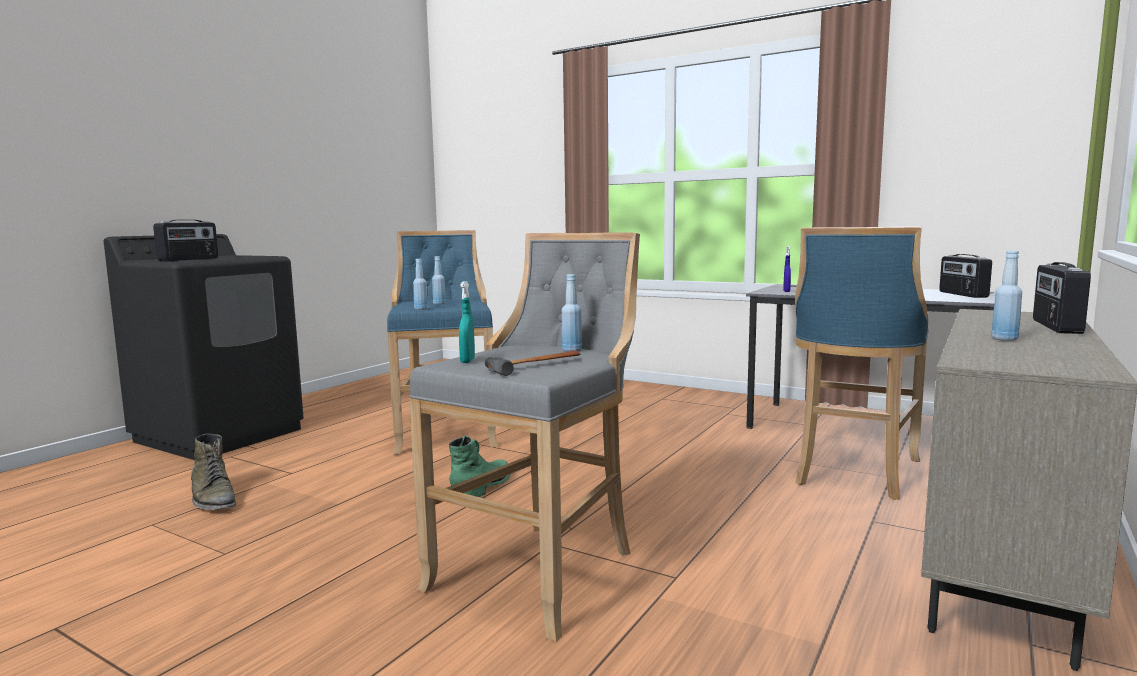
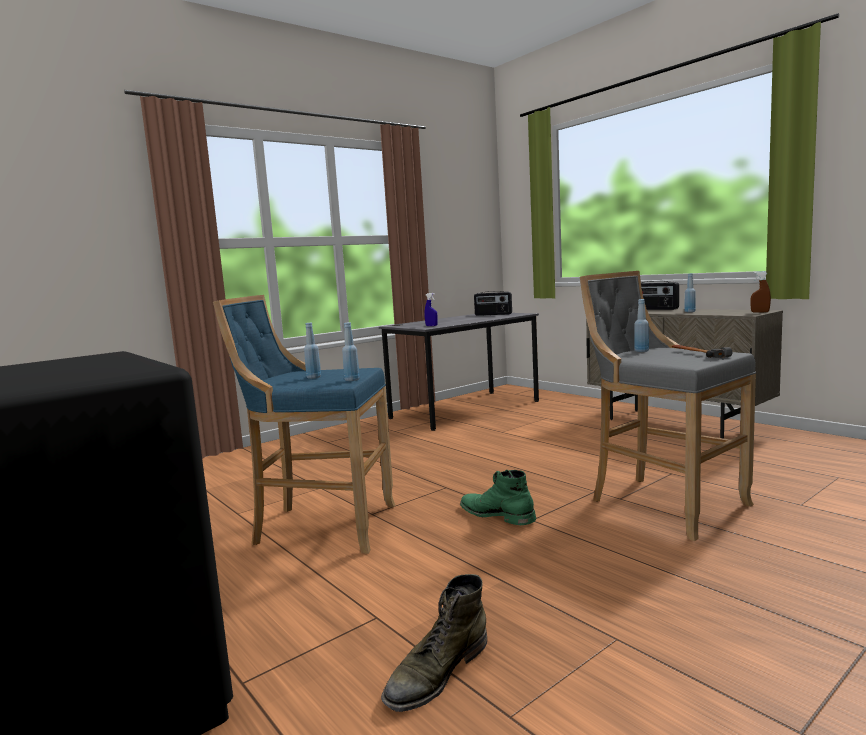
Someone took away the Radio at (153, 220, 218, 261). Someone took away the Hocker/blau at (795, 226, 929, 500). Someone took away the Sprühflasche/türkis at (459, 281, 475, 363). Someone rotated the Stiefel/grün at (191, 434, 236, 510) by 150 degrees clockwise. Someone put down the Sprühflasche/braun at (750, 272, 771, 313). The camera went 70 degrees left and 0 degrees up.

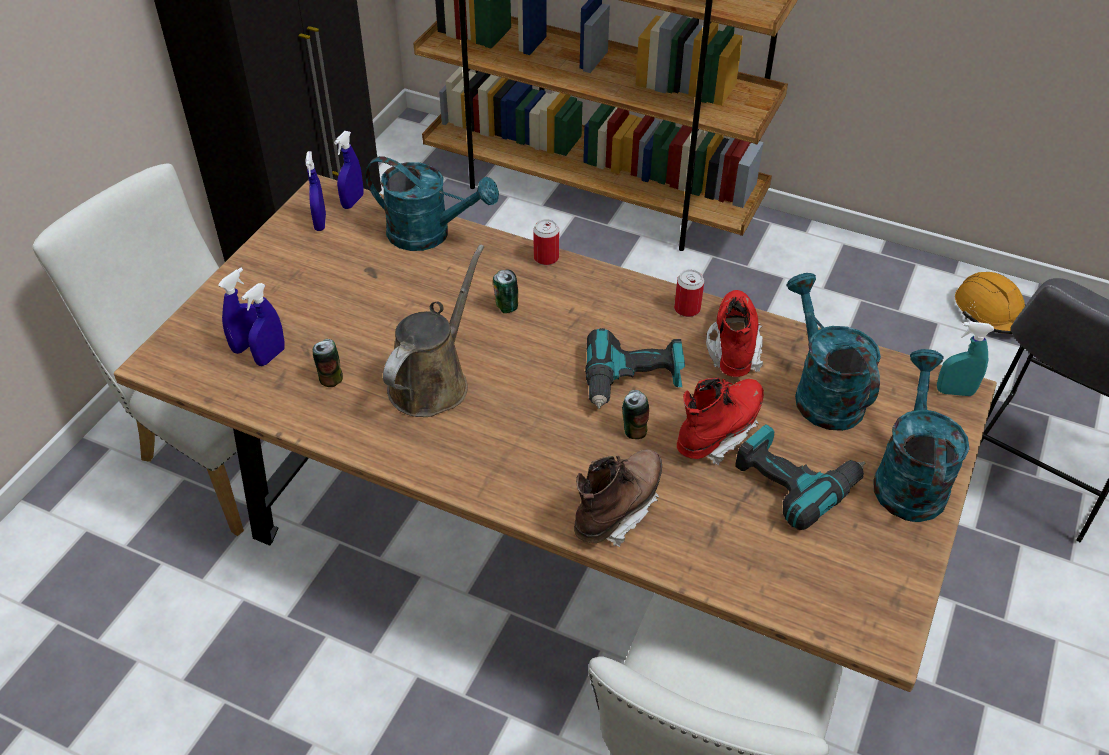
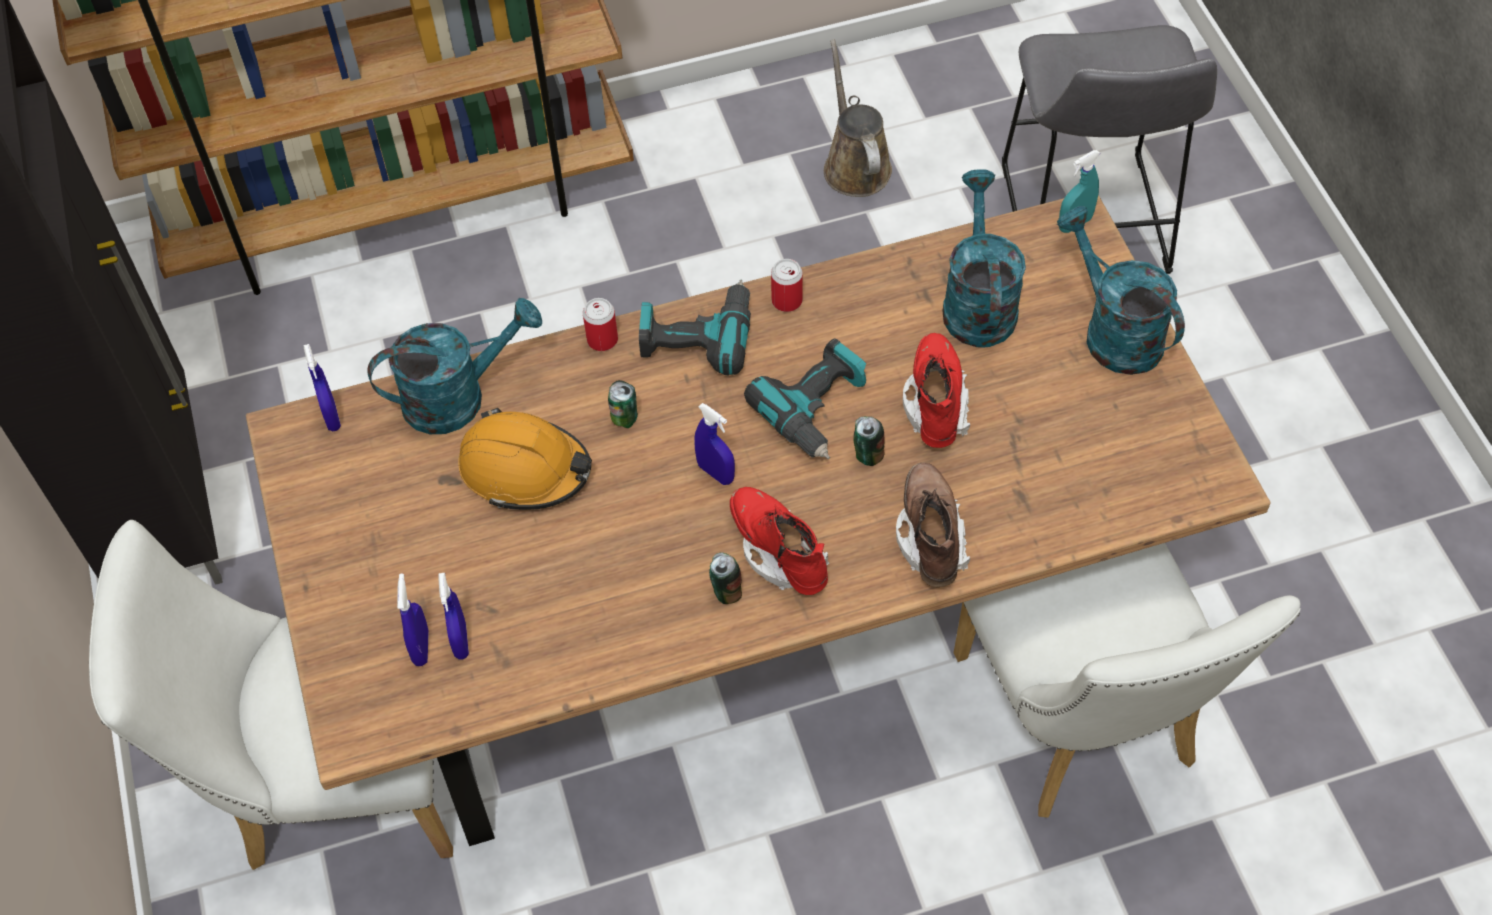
Someone carried the Sprühflasche/blau from (305, 151, 326, 231) to (695, 403, 735, 485). Someone carried the Gießkanne/braun from (383, 245, 484, 417) to (824, 39, 892, 197). Someone carried the Schutzhelm/orange from (955, 272, 1026, 334) to (459, 407, 592, 510). Someone rotated the Gießkanne/türkis at (786, 273, 881, 431) by 60 degrees clockwise. Someone carried the Stiefel/rot from (706, 290, 763, 377) to (730, 487, 829, 595). Someone carried the Dose from (313, 339, 343, 387) to (709, 552, 742, 604). Someone carried the Bohrmaschine from (735, 424, 865, 530) to (639, 280, 751, 375). The camera went 40 degrees left and 10 degrees up.

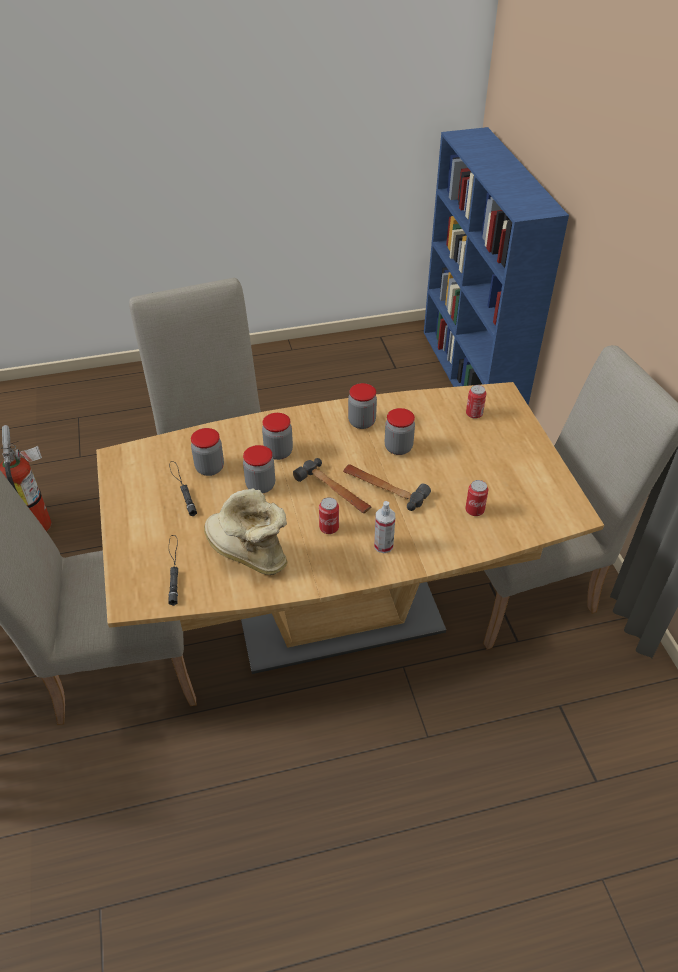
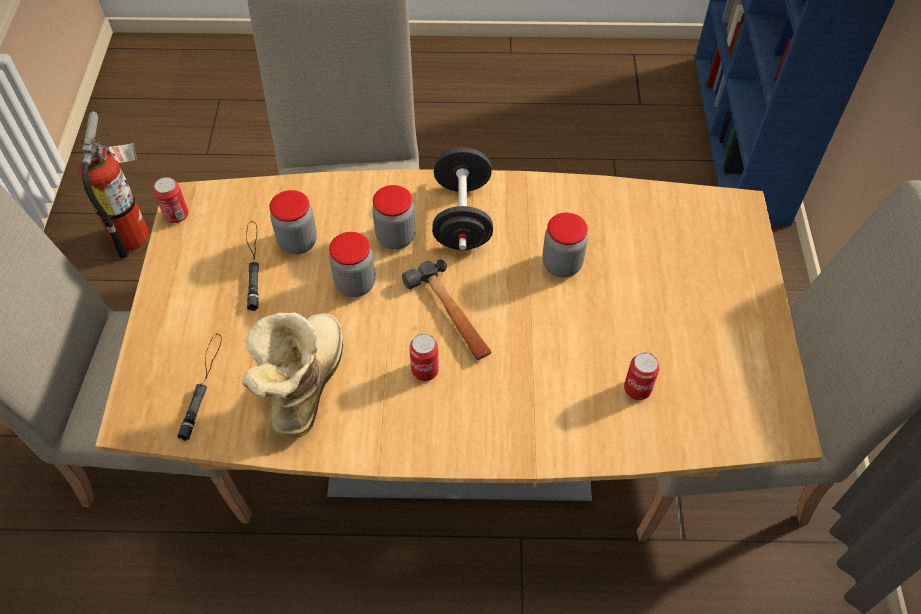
Someone took away the Vorratsglas at (348, 383, 377, 429). Someone carried the Dose from (466, 385, 486, 419) to (154, 177, 188, 223). Someone took away the Hammer at (343, 464, 431, 511). Someone rotated the Stiefel at (204, 489, 288, 575) by 45 degrees clockwise. Someone took away the Sprühflasche at (374, 501, 395, 553). Someone put down the Hantel/schwarz at (432, 148, 493, 250). The camera went 15 degrees right and 10 degrees up.

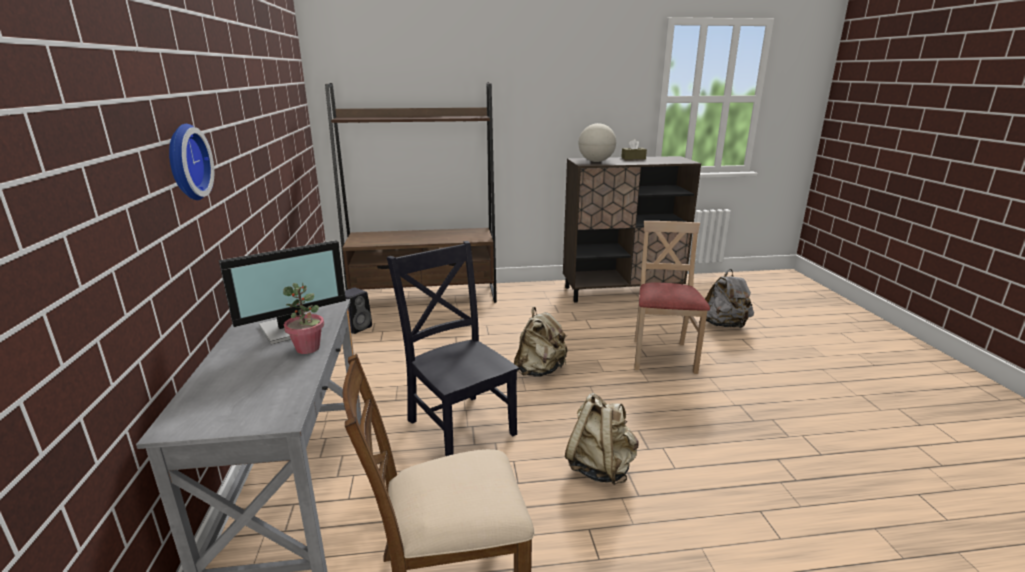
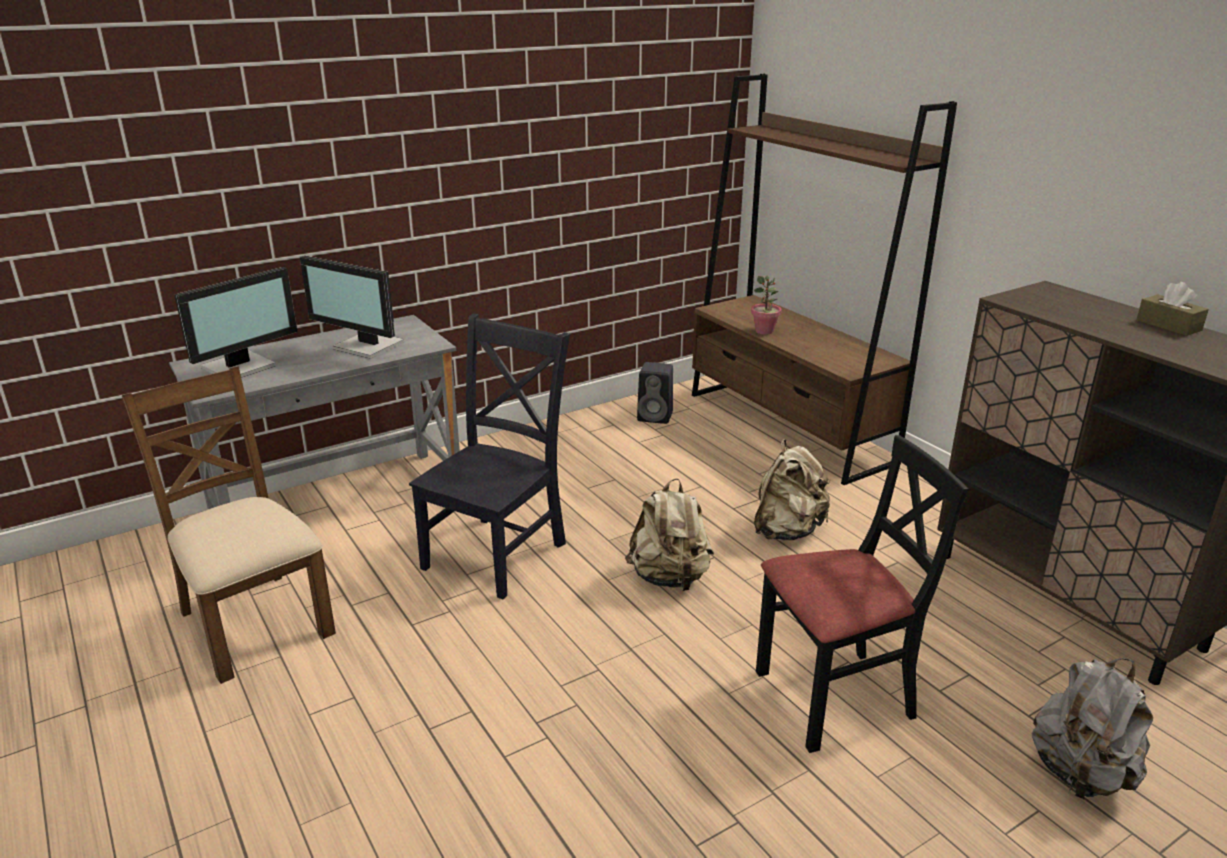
Someone took away the Globus at (579, 123, 616, 162). Someone took away the Wanduhr at (169, 124, 214, 200). Someone repainted the Stuhl/beige at (634, 221, 710, 374), which became the Stuhl/schwarz at (756, 435, 968, 753). Someone carried the Topfpflanze from (283, 282, 324, 354) to (751, 276, 782, 335). Someone carried the Rucksack/beige from (565, 393, 639, 485) to (754, 439, 831, 540). Someone put down the Monitor at (174, 267, 297, 378). The camera went 65 degrees right and 5 degrees up.

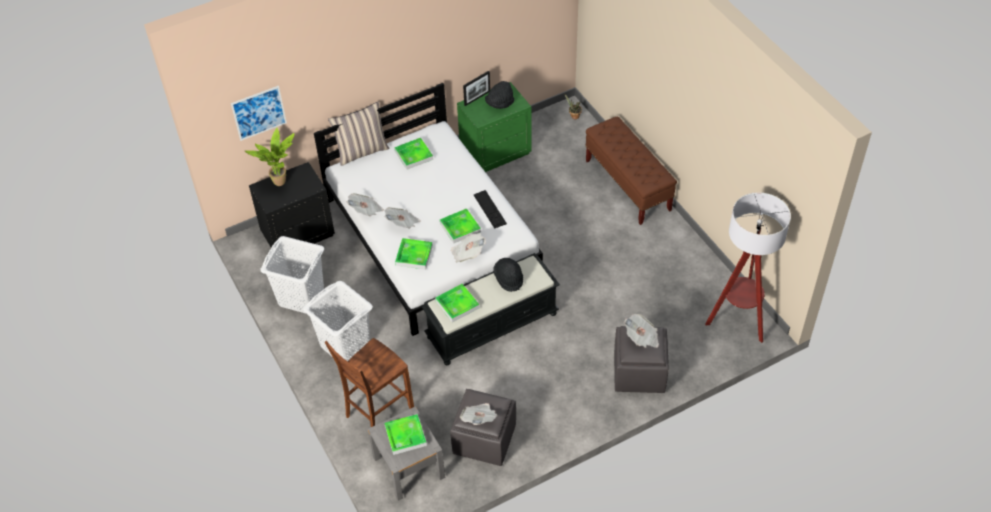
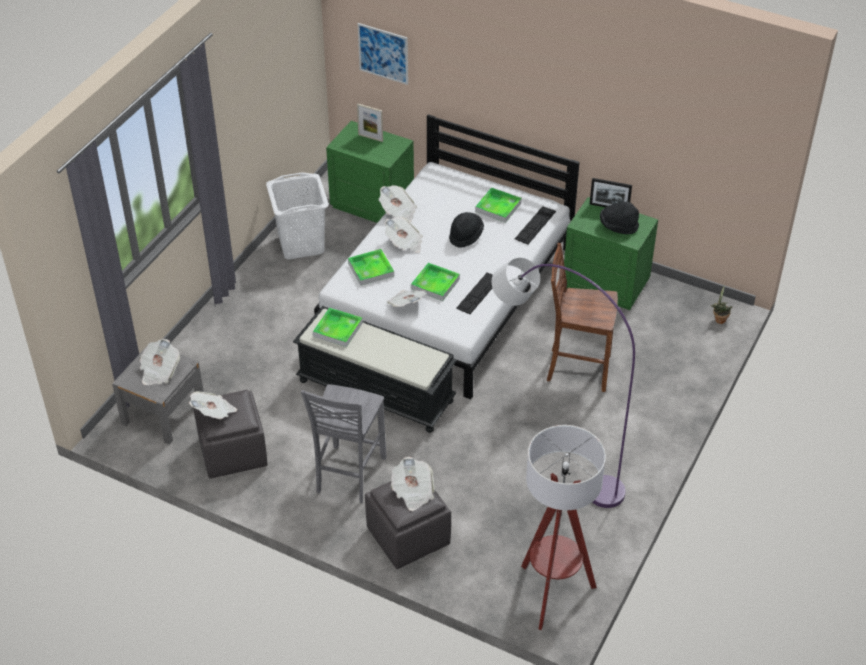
Someone took away the Kissen at (328, 102, 390, 166). Someone took away the Bank/braun at (585, 117, 677, 225). Someone swapped the Topfpflanze at (245, 128, 294, 186) for the Bilderrahmen at (357, 104, 383, 142). Someone repainted the Nachttisch/schwarz at (249, 162, 335, 248), which became the Nachttisch/grün at (326, 121, 414, 223). Someone carried the Hut/schwarz from (493, 258, 523, 292) to (449, 212, 484, 248). Someone took away the Wäschekorb/weiß at (303, 281, 373, 361). Someone carried the Stuhl/braun from (324, 338, 414, 427) to (547, 243, 618, 392). Someone swapped the Tablett at (384, 414, 427, 455) for the Zeitung at (140, 339, 180, 385). Someone put down the Tastatur at (515, 206, 556, 244). Someone put down the Stehlampe/lila at (492, 258, 635, 508). Someone put down the Stuhl/grau at (301, 384, 386, 503). The camera went 55 degrees right and 5 degrees down.

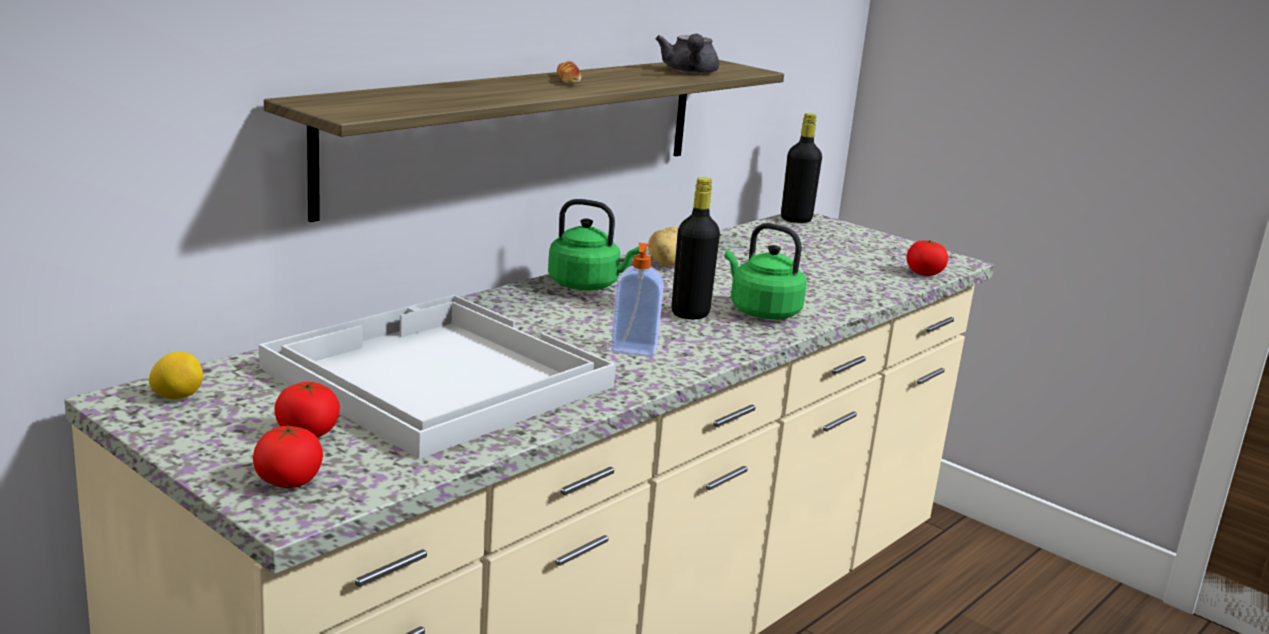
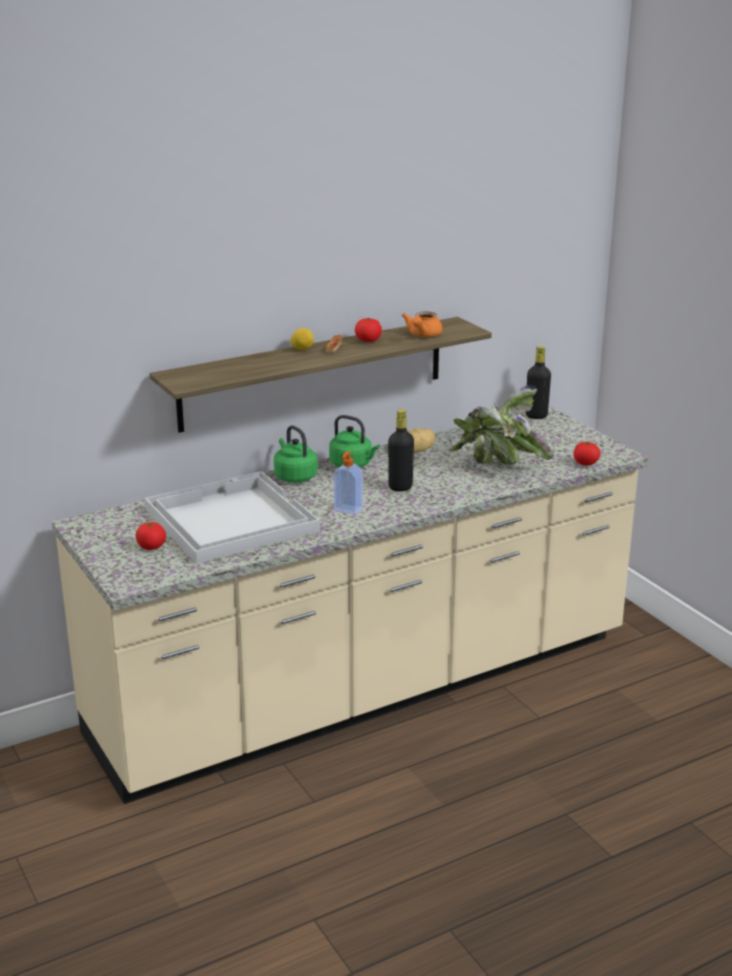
Someone repainted the Teekanne/grau at (655, 34, 719, 74), which became the Teekanne/orange at (402, 311, 443, 337). Someone carried the Wasserkessel/grün from (725, 223, 807, 319) to (274, 425, 318, 483). Someone carried the Zitrone from (149, 352, 203, 399) to (290, 328, 314, 350). Someone carried the Tomate from (253, 424, 323, 488) to (355, 318, 382, 342). Someone put down the Topfpflanze at (449, 385, 554, 465). The camera went 20 degrees right and 5 degrees up.

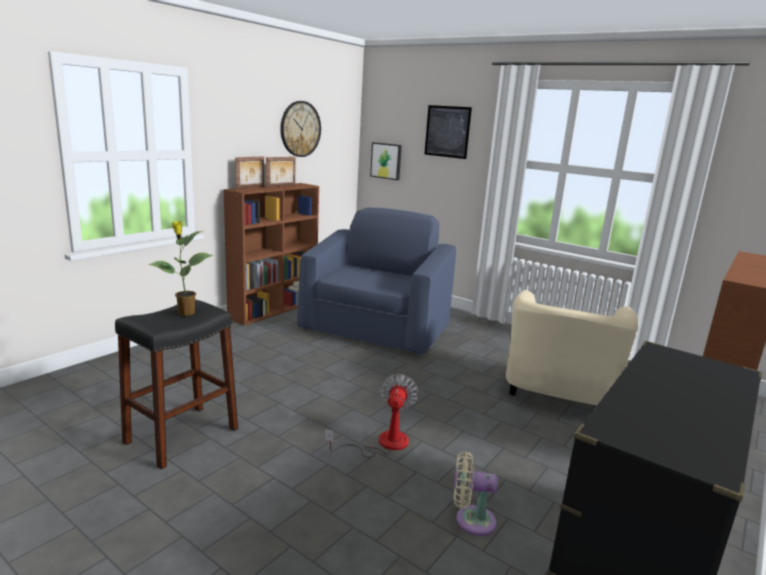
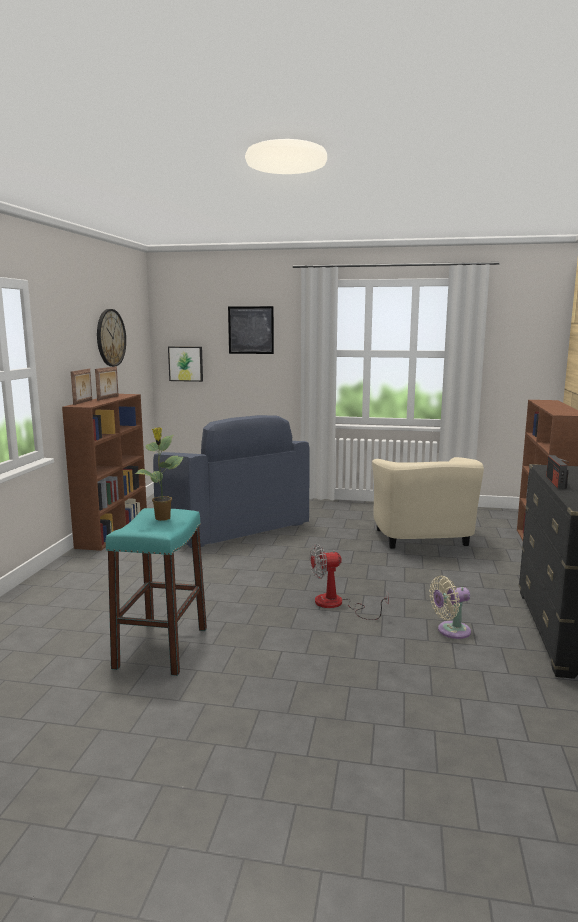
Someone rotated the Sessel/blau at (297, 207, 456, 354) by 150 degrees clockwise. Someone repainted the Hocker/schwarz at (115, 299, 238, 469), which became the Hocker/türkis at (106, 508, 207, 676). Someone rotated the Ventilator at (325, 374, 419, 458) by 90 degrees counterclockwise. Someone put down the Radio at (546, 455, 569, 489). The camera went 25 degrees left and 5 degrees down.

